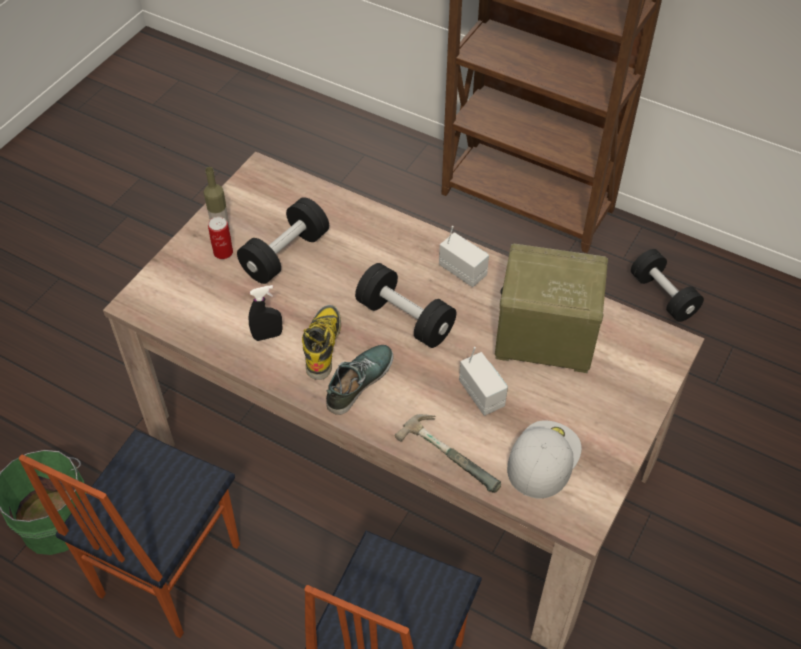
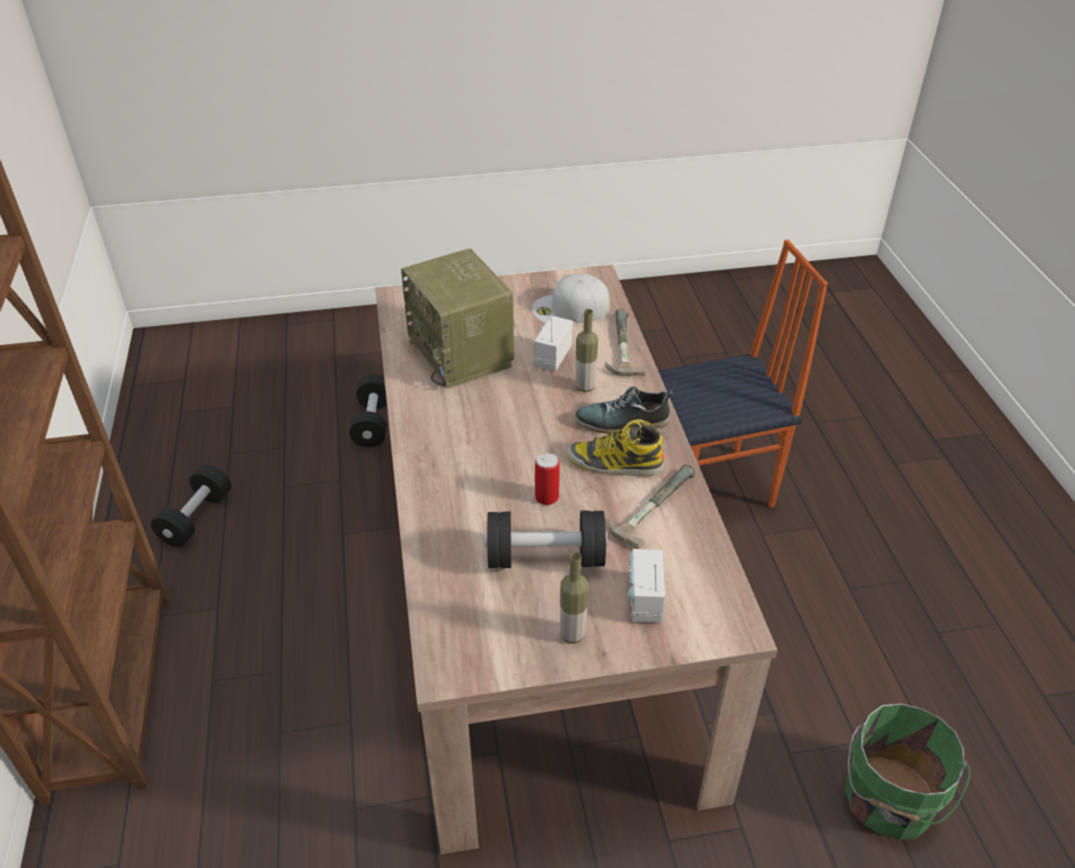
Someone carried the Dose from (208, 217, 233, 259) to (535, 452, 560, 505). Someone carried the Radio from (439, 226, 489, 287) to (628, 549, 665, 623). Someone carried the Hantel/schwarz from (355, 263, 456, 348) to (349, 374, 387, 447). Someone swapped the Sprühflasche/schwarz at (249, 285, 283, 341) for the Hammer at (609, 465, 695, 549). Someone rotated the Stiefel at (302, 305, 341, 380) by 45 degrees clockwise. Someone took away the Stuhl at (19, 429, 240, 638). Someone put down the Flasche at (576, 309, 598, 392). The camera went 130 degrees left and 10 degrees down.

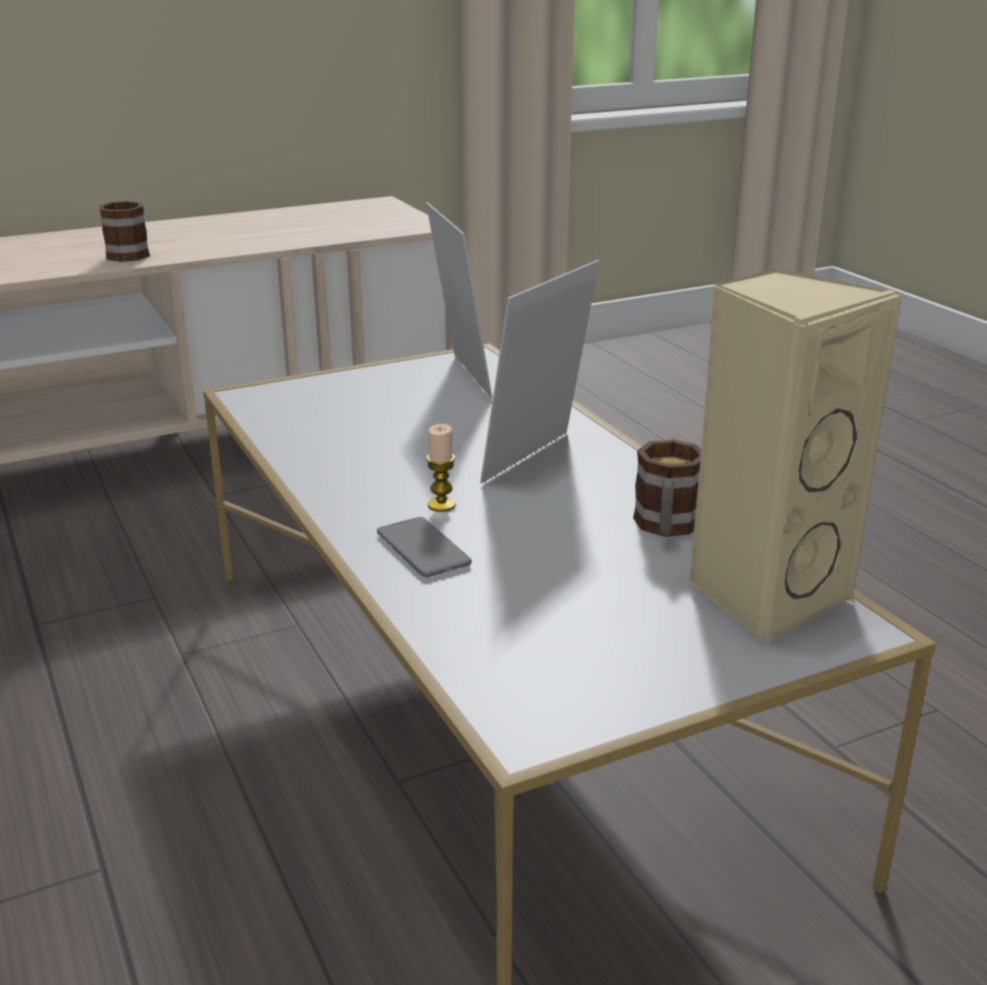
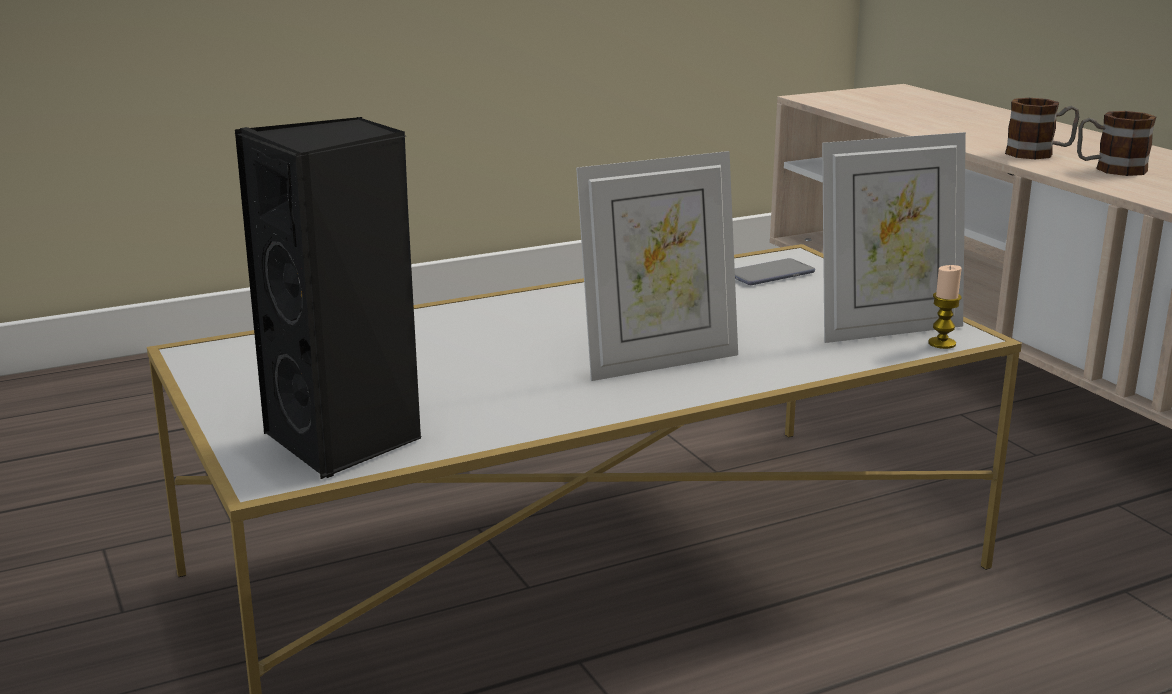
Someone rotated the Bilderrahmen at (480, 260, 599, 483) by 120 degrees clockwise. Someone repainted the Lautsprecher/beige at (688, 267, 902, 645), which became the Lautsprecher/schwarz at (235, 117, 422, 479). Someone carried the Kerze from (426, 424, 456, 512) to (928, 265, 962, 349). Someone carried the Henkelbecher from (633, 439, 701, 537) to (1077, 111, 1156, 176). Someone carried the Handy from (377, 517, 472, 577) to (735, 258, 815, 285). The camera went 90 degrees right and 5 degrees down.

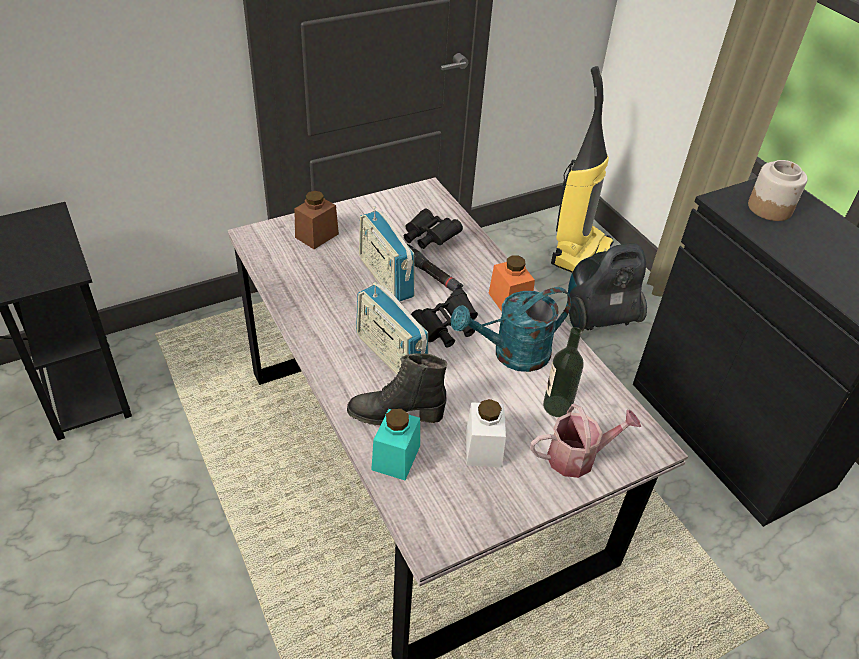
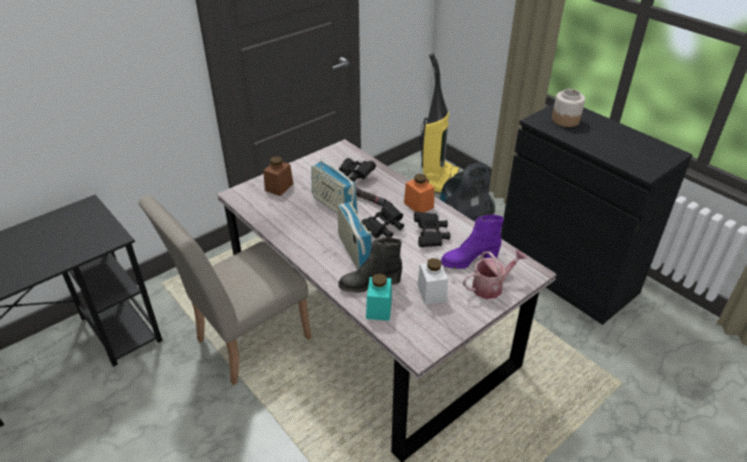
Someone rotated the Radio at (356, 282, 428, 375) by 150 degrees counterclockwise. Someone swapped the Gießkanne/türkis at (451, 287, 572, 372) for the Fernglas/schwarz at (414, 212, 450, 247). Someone swapped the Flasche at (543, 327, 584, 417) for the Stiefel/lila at (441, 214, 504, 269). Someone put down the Stuhl/beige at (138, 195, 312, 385). The camera went 10 degrees left and 5 degrees down.

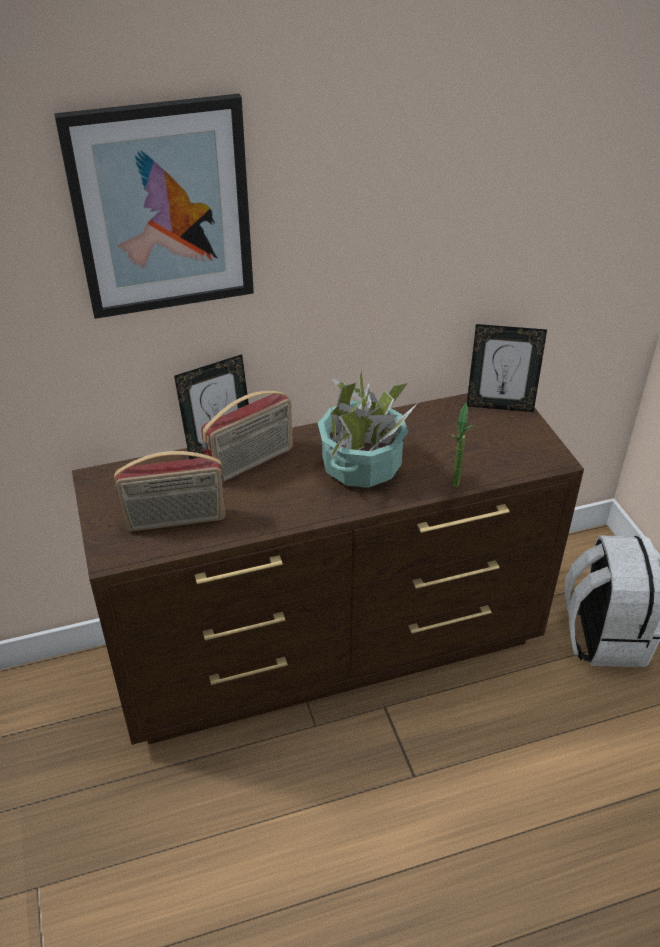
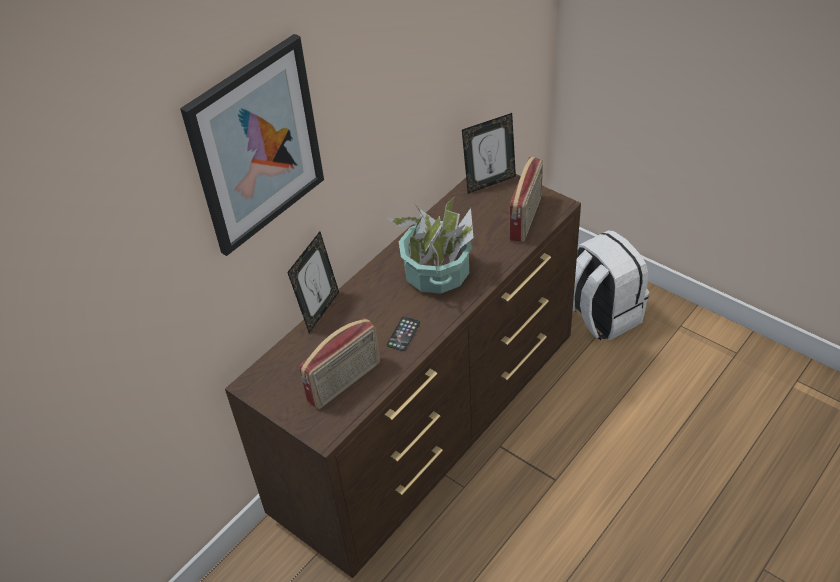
Someone carried the Radio from (201, 391, 293, 481) to (510, 157, 543, 242). Someone took away the Topfpflanze at (451, 402, 474, 487). Someone put down the Handy at (387, 317, 420, 351). The camera went 30 degrees left and 5 degrees up.

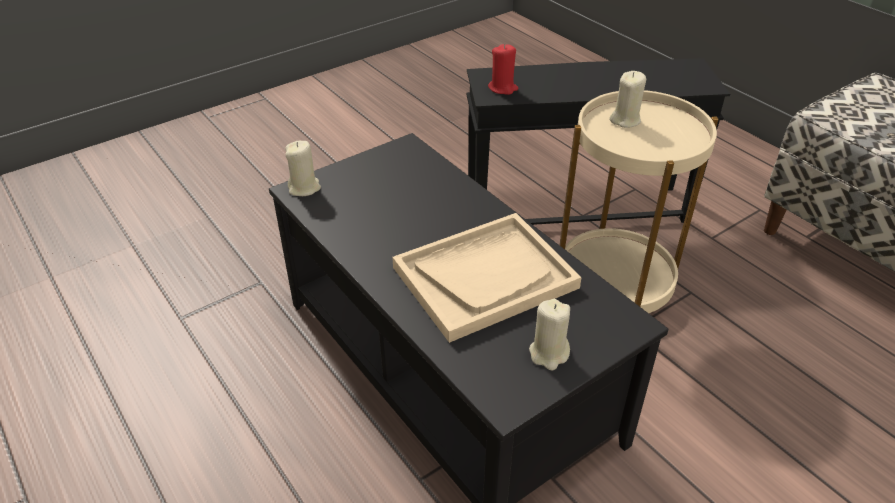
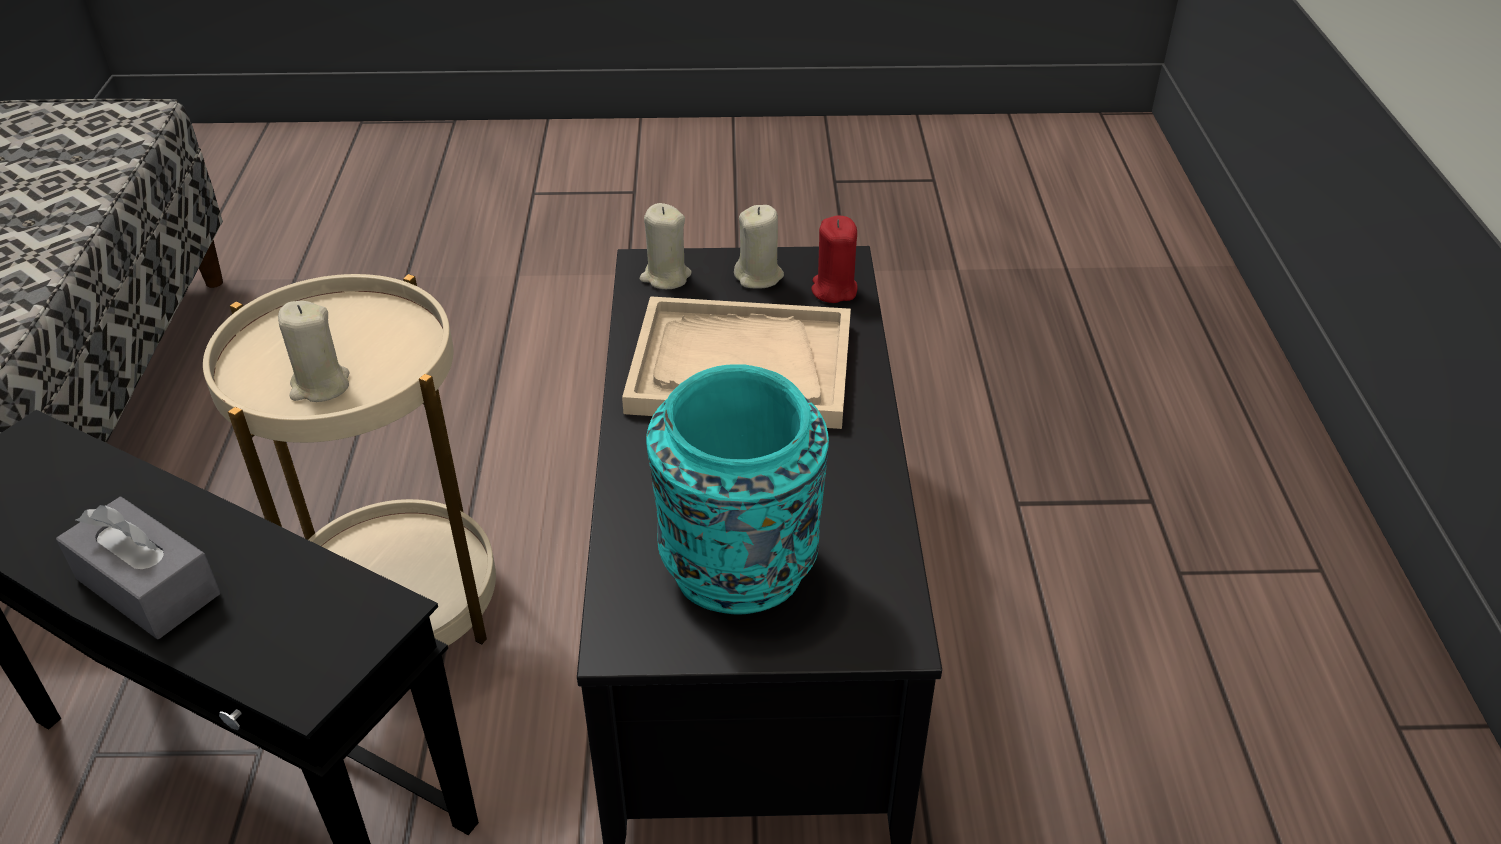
Someone carried the Kerze/rot from (488, 44, 519, 95) to (812, 216, 858, 303). Someone carried the Kerze/beige from (285, 141, 321, 196) to (640, 203, 691, 289). Someone put down the Vase/türkis at (646, 364, 829, 615). Someone put down the Taschentuchbox/grau at (56, 497, 220, 639). The camera went 145 degrees left and 0 degrees up.

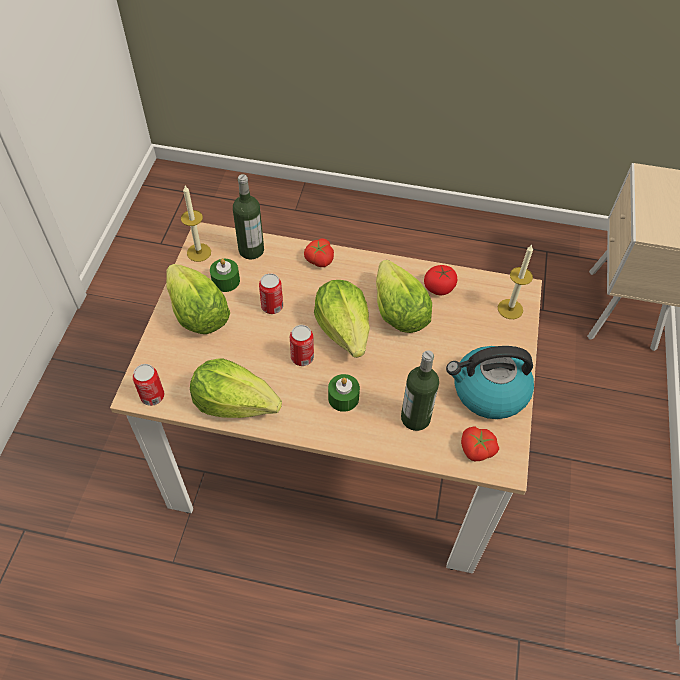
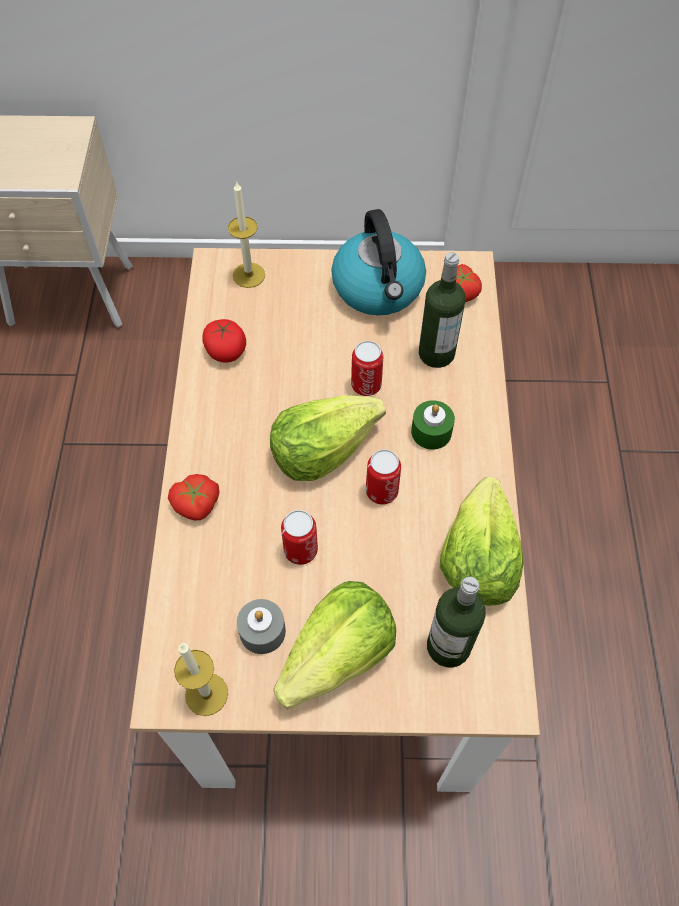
Someone carried the Flasche from (233, 174, 264, 259) to (427, 577, 486, 668). Someone repainted the Kerze/grün at (210, 259, 240, 292), which became the Kerze/grau at (237, 599, 286, 654). Someone took away the Salatkopf at (376, 260, 432, 333). Someone carried the Dose from (133, 364, 164, 406) to (351, 341, 383, 396). The camera went 100 degrees left and 5 degrees up.

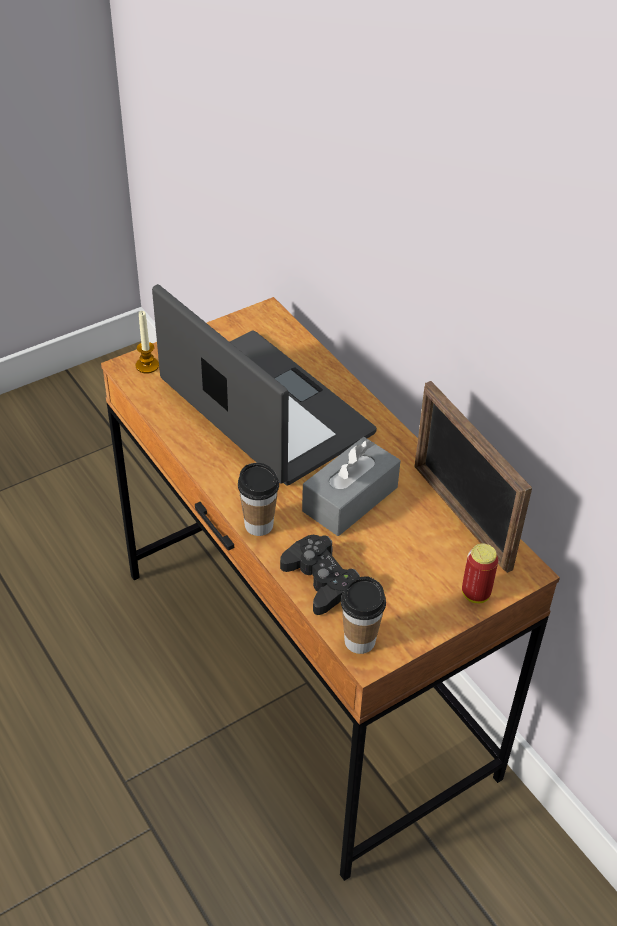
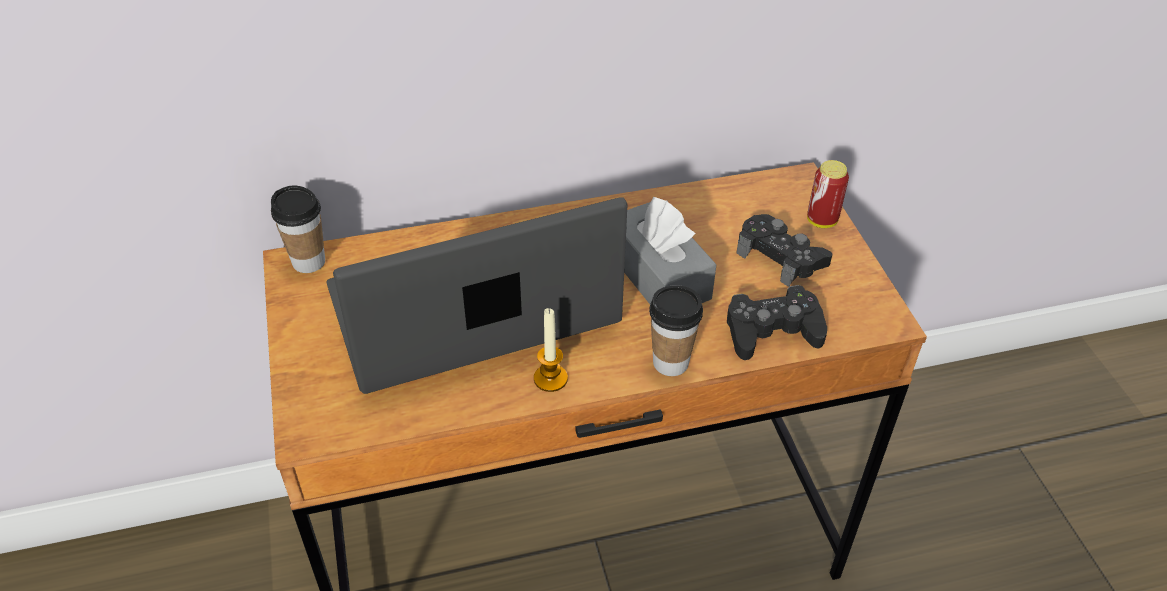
Someone carried the Kerze from (136, 311, 159, 373) to (534, 308, 568, 392). Someone took away the Bilderrahmen at (414, 381, 532, 573). Someone carried the Tasse from (341, 577, 386, 654) to (271, 185, 325, 273). Someone put down the Gamepad/schwarz at (737, 214, 832, 287). The camera went 70 degrees left and 0 degrees up.

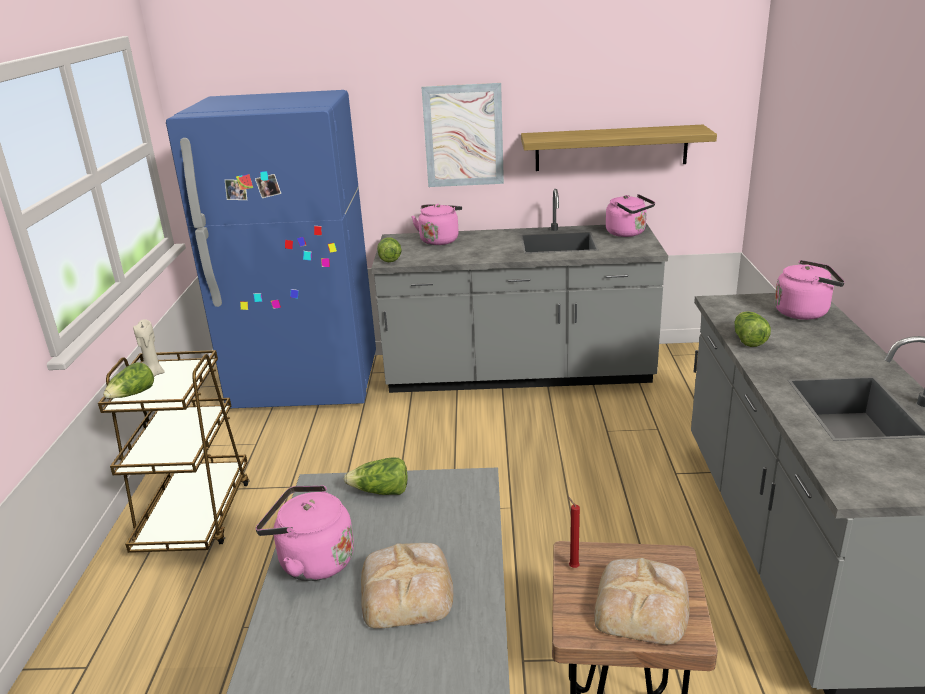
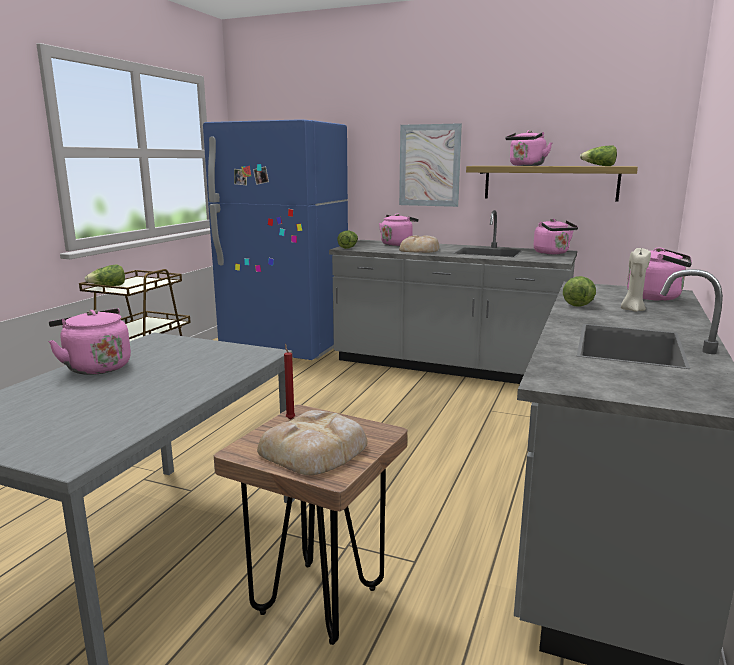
Someone carried the Kerze/beige from (133, 319, 165, 377) to (621, 248, 651, 312). Someone carried the Salatkopf from (344, 457, 408, 495) to (580, 146, 617, 166). Someone carried the Brot from (361, 543, 453, 629) to (399, 235, 439, 253). Someone put down the Wasserkessel/rosa at (505, 130, 552, 166). The camera went 20 degrees right and 10 degrees down.

